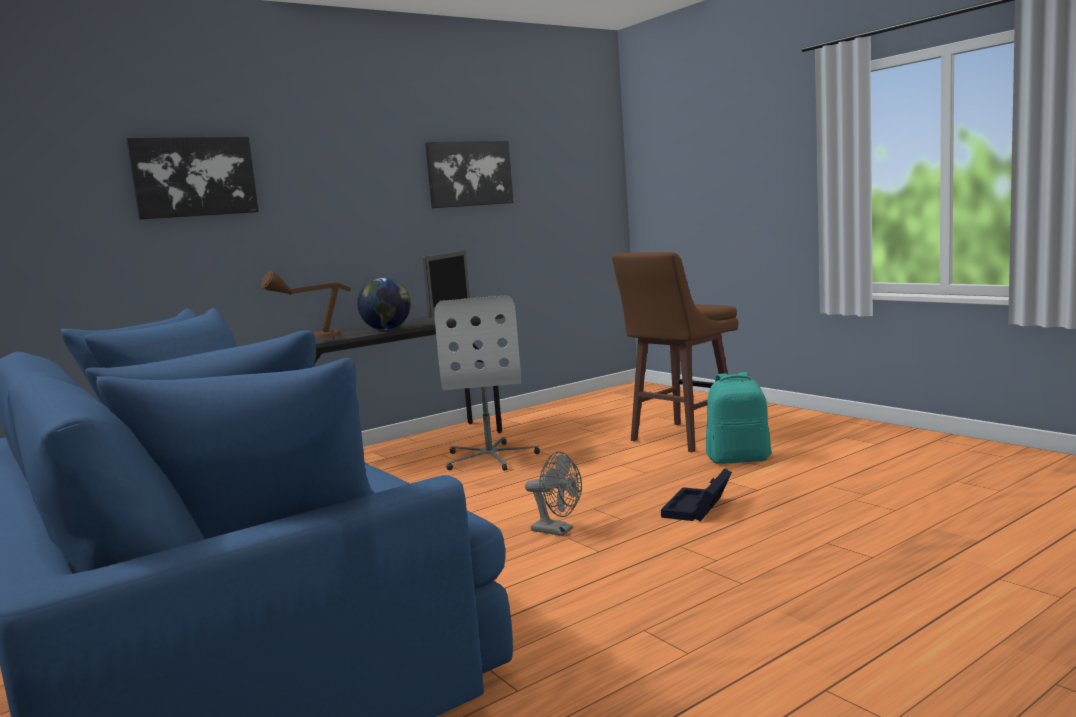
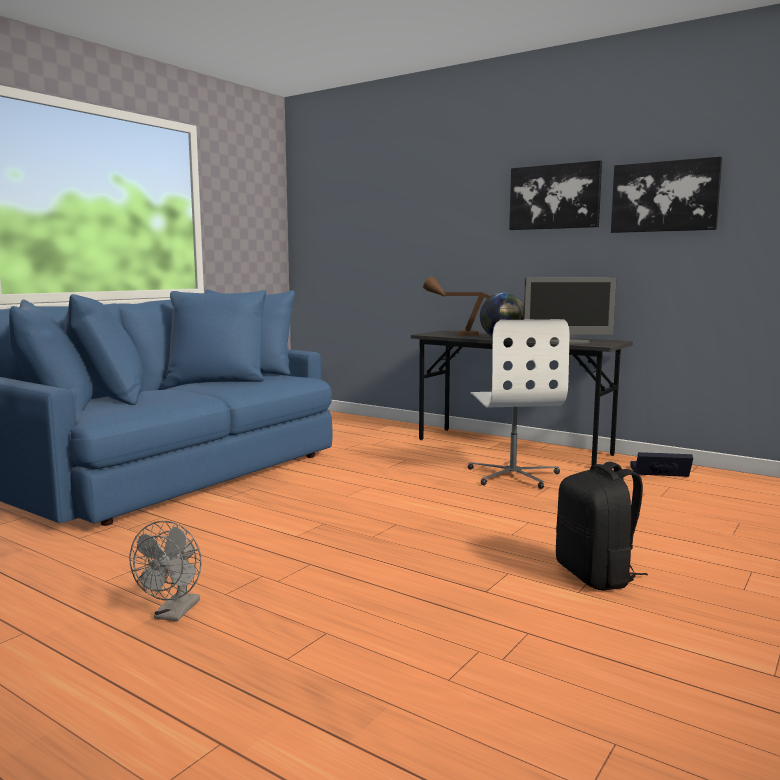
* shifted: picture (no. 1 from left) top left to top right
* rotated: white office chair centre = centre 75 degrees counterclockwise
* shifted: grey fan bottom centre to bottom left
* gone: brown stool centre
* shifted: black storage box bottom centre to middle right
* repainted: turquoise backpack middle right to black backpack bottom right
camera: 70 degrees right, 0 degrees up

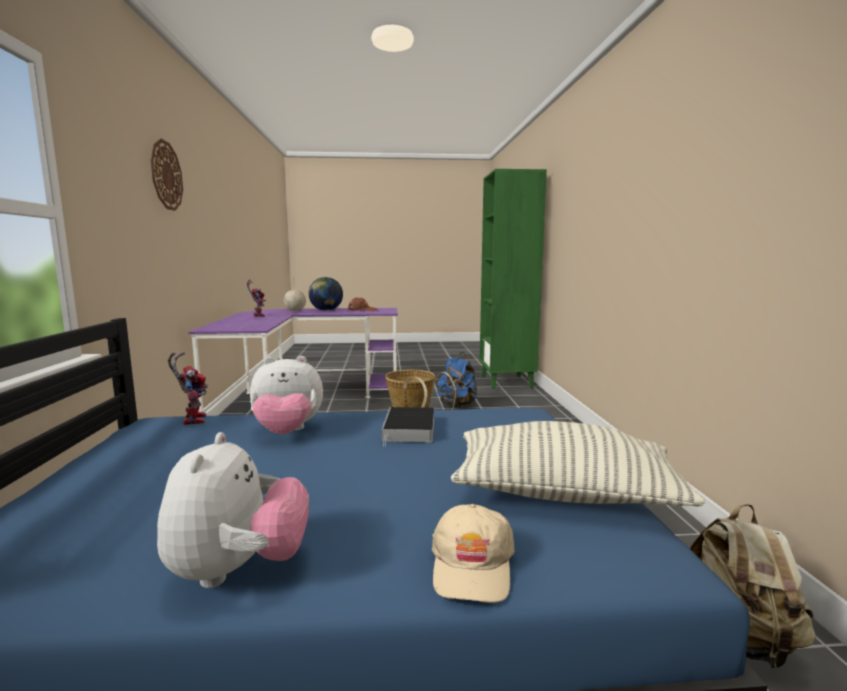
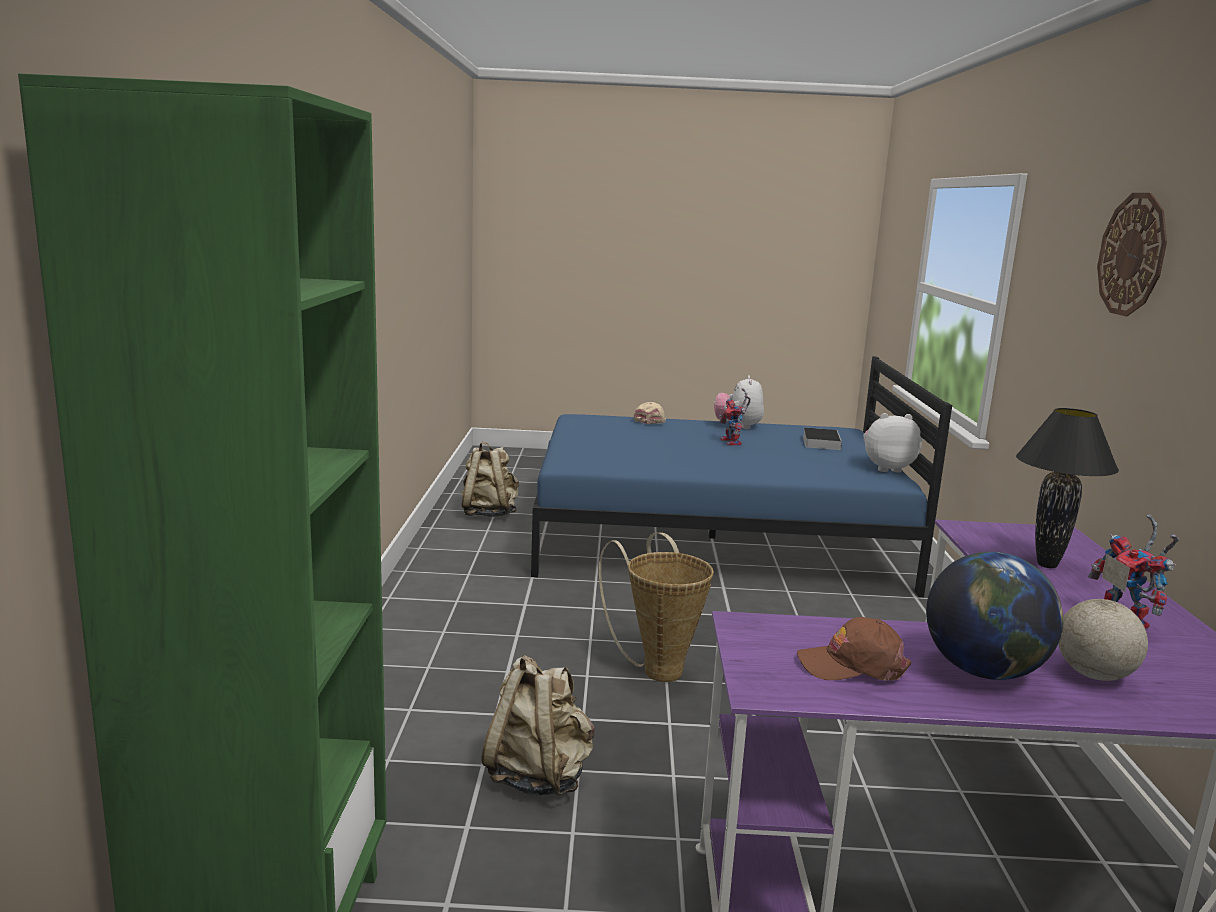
* shifted: toy robot (no. 1 from left) middle left to centre
* shifted: plush toy (no. 2 from left) centre to middle right
* shifted: book centre to middle right
* repainted: blue backpack centre to beige backpack (no. 2 from left) bottom centre
* gone: pillow bottom right
* new: black table lamp middle right
camera: 175 degrees left, 5 degrees up

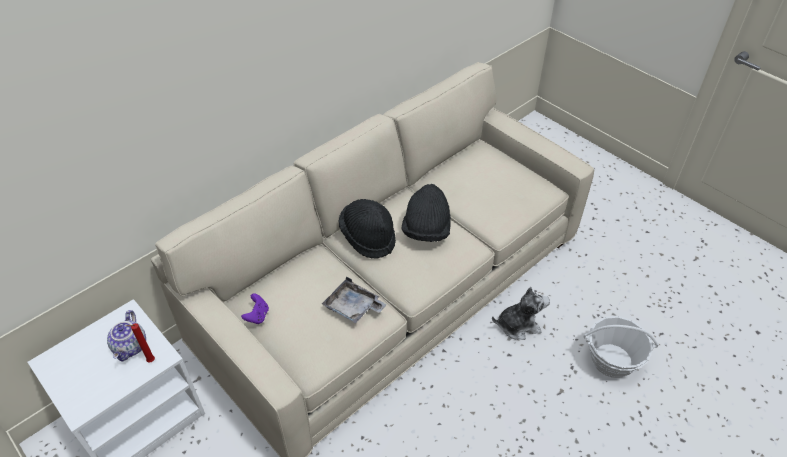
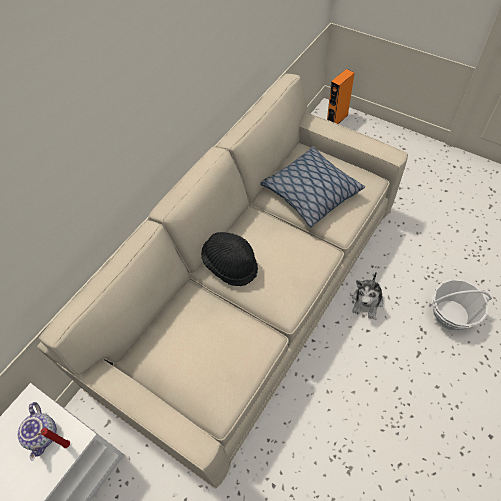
* gone: purple game controller bottom left
* gone: grey tray centre
* gone: black hat (no. 2 from left) centre
* rotated: plush toy bottom centre = middle right 135 degrees clockwise
* new: pillow centre
* new: orange speaker top right
camera: 10 degrees left, 10 degrees up

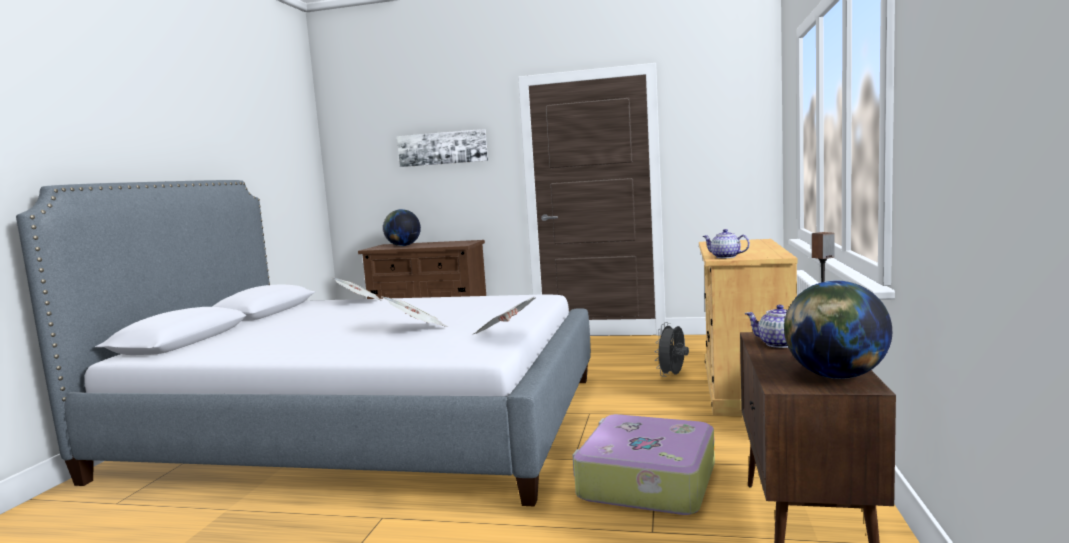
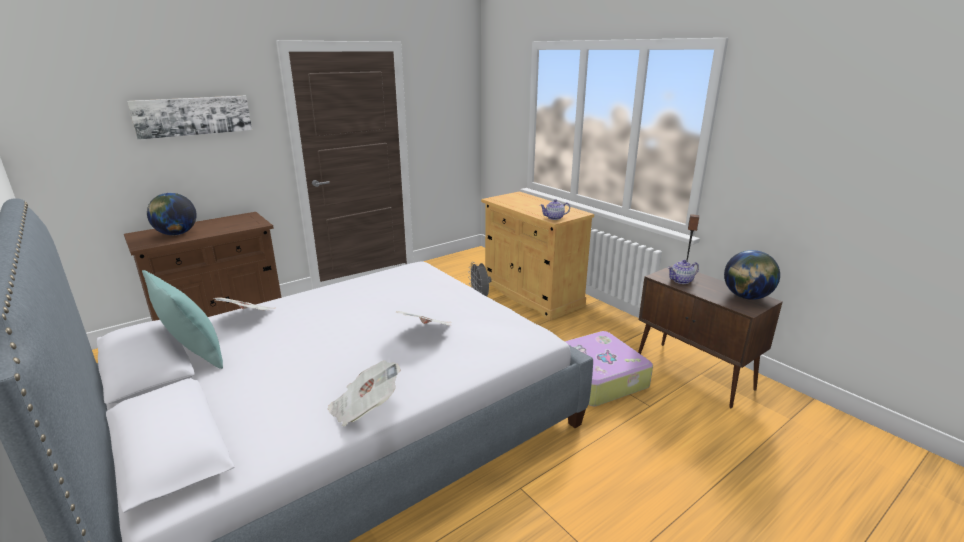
* shifted: newspaper (no. 3 from left in the first image) centre to newspaper (no. 2 from left) bottom centre
* new: turquoise pillow middle left
camera: 50 degrees left, 15 degrees up

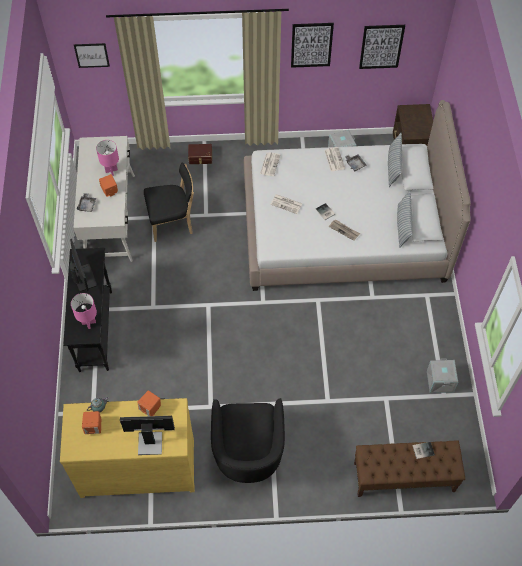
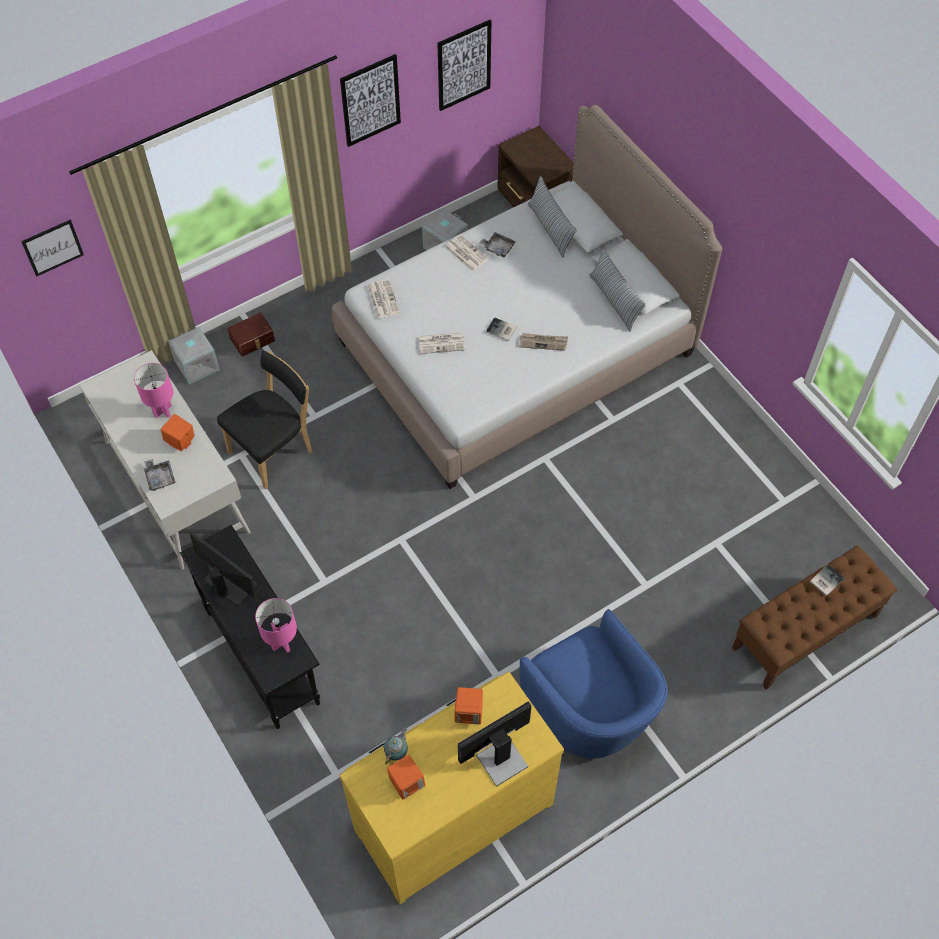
* repainted: black armchair bottom centre to blue armchair bottom centre
* shifted: grey storage box (no. 2 from left in the first image) middle right to grey storage box (no. 1 from left) middle left
camera: 30 degrees left, 0 degrees up

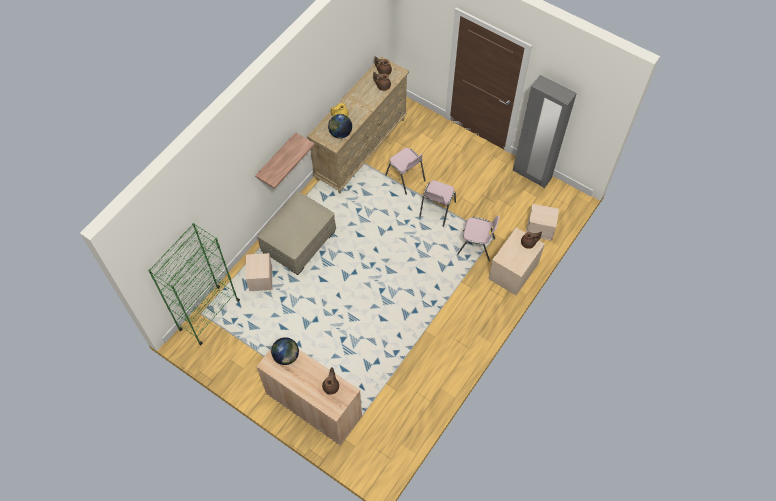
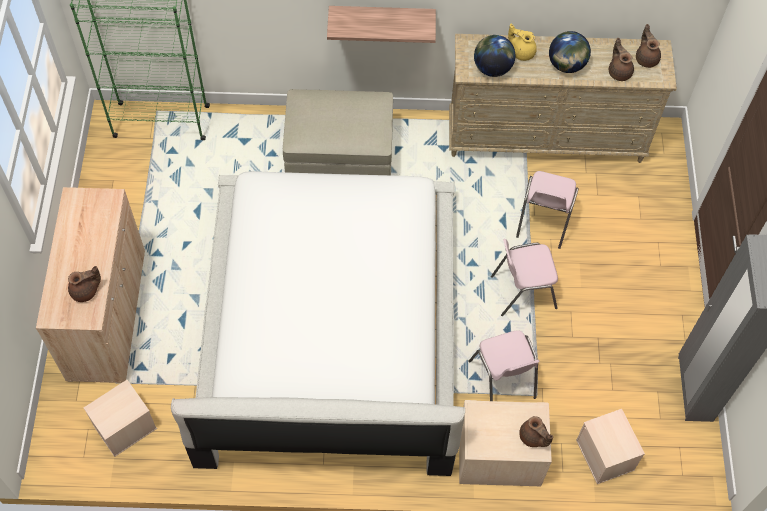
* shifted: beige storage box (no. 1 from left) centre to bottom left
* shifted: globe (no. 1 from left in the first image) bottom centre to globe (no. 2 from left) top right
* new: white bed centre
camera: 55 degrees right, 0 degrees up

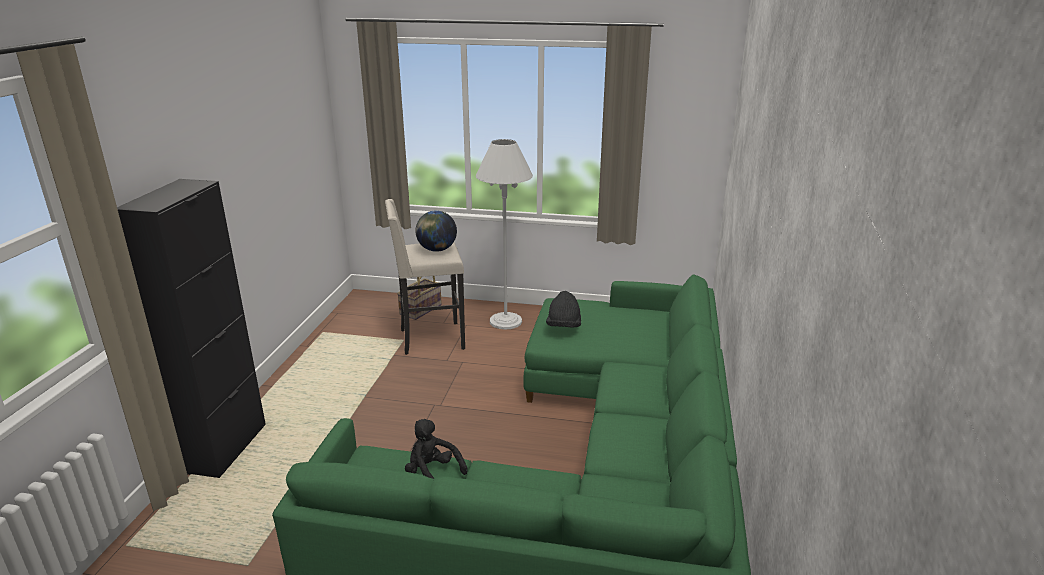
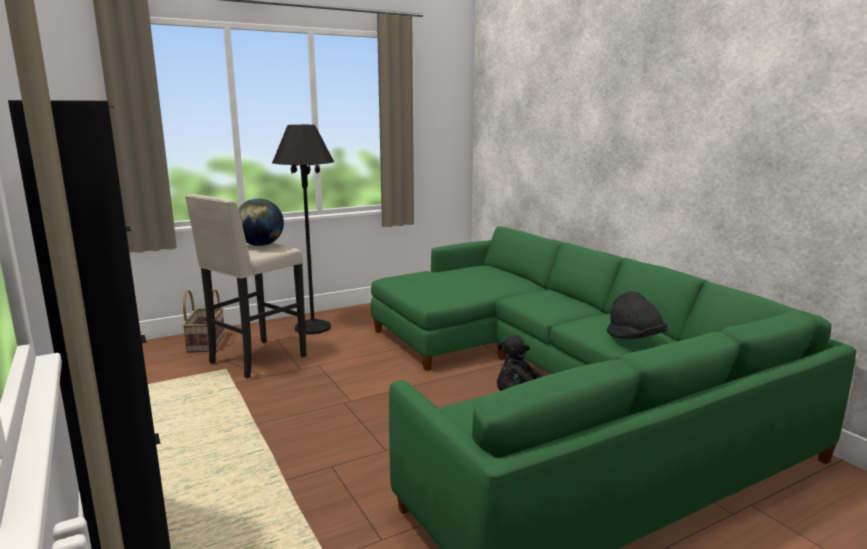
* repainted: white floor lamp centre to black floor lamp centre
* shifted: black hat centre to middle right
camera: 40 degrees left, 10 degrees down

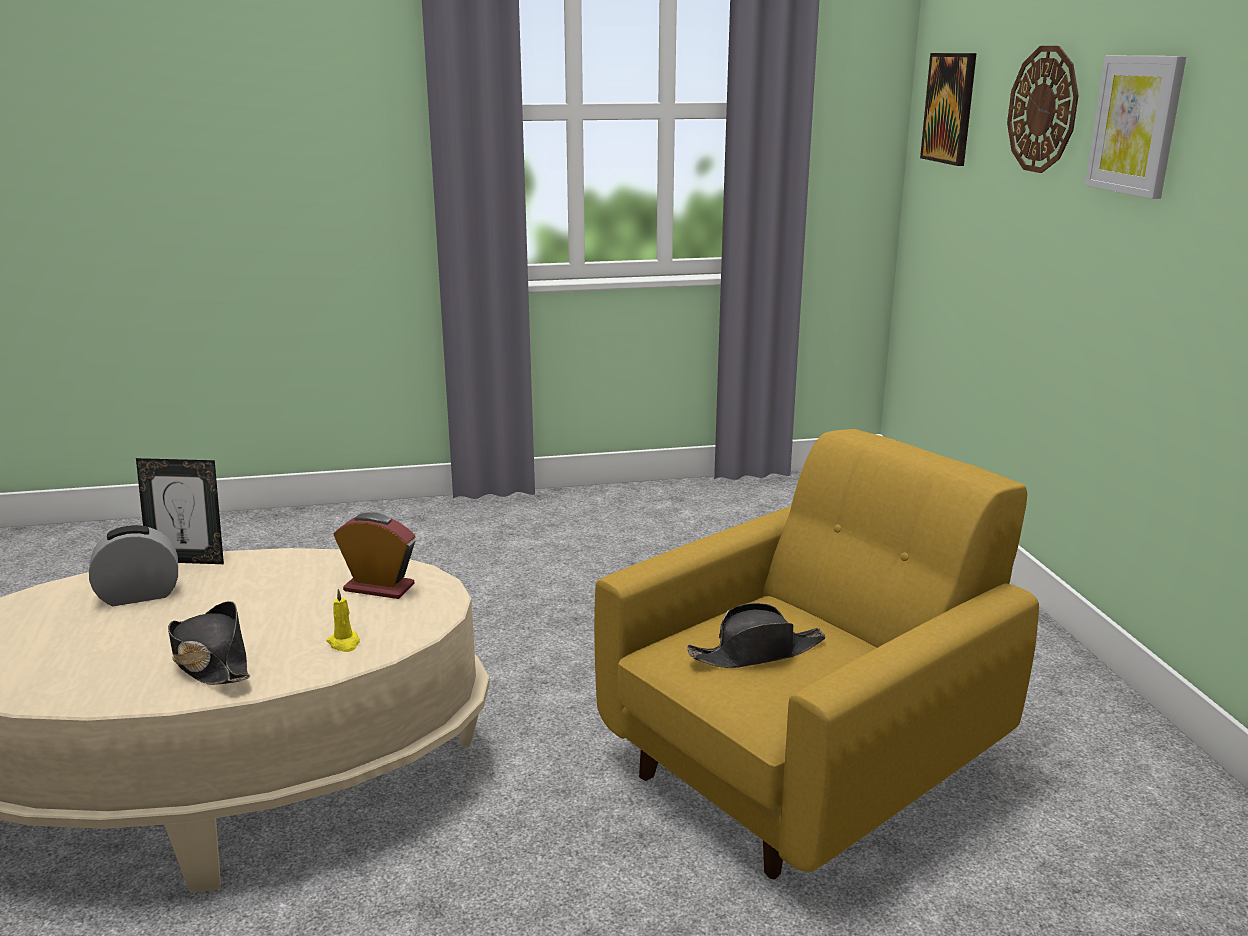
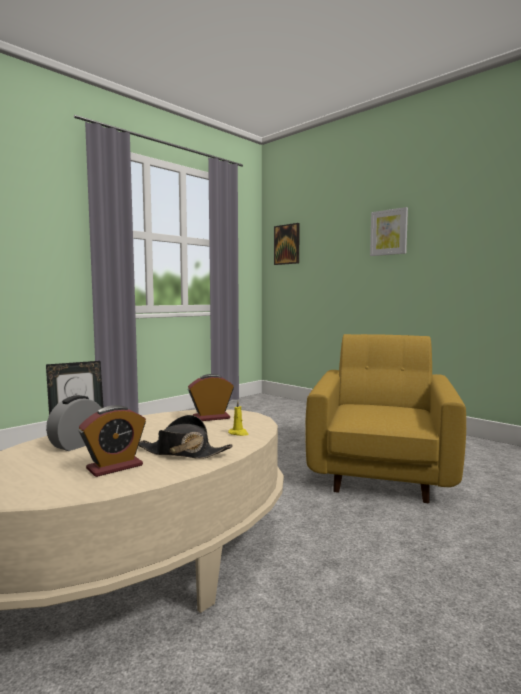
* gone: black hat (no. 2 from left) bottom centre
* gone: wall clock top right
* new: alarm clock (no. 2 from left) middle left
camera: 35 degrees left, 15 degrees down

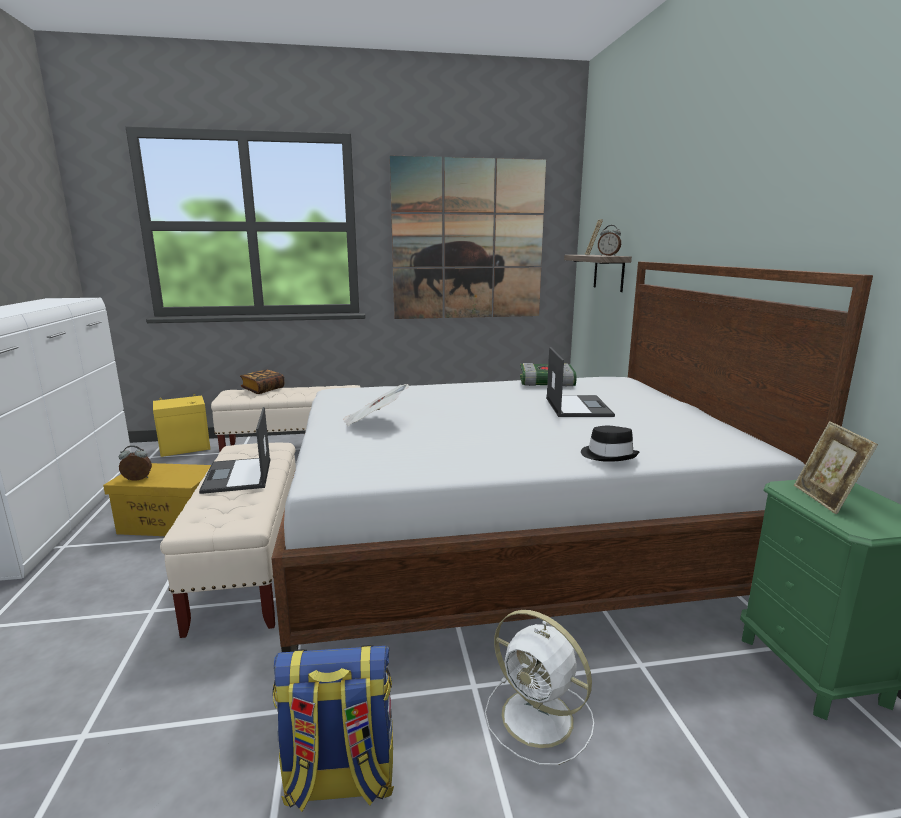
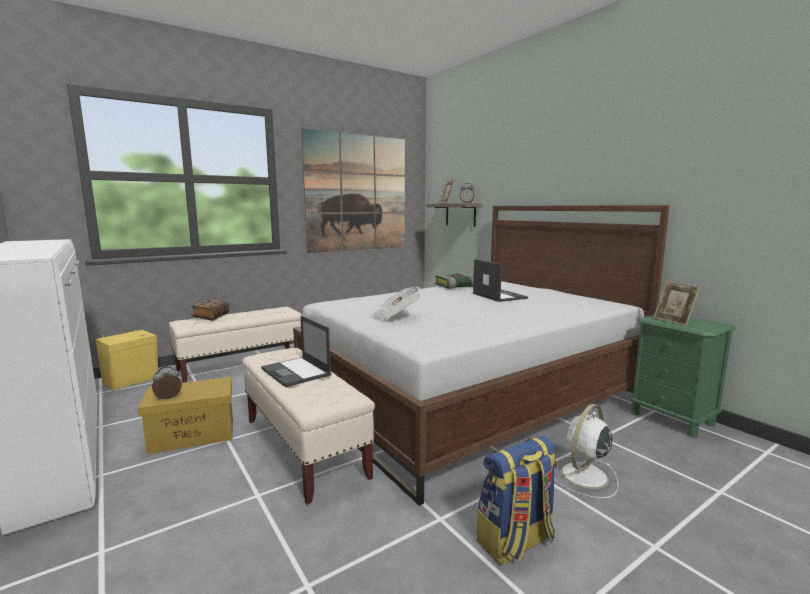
* rotated: white fan bottom centre = bottom right 120 degrees clockwise
* gone: black hat middle right
camera: 25 degrees left, 5 degrees down

